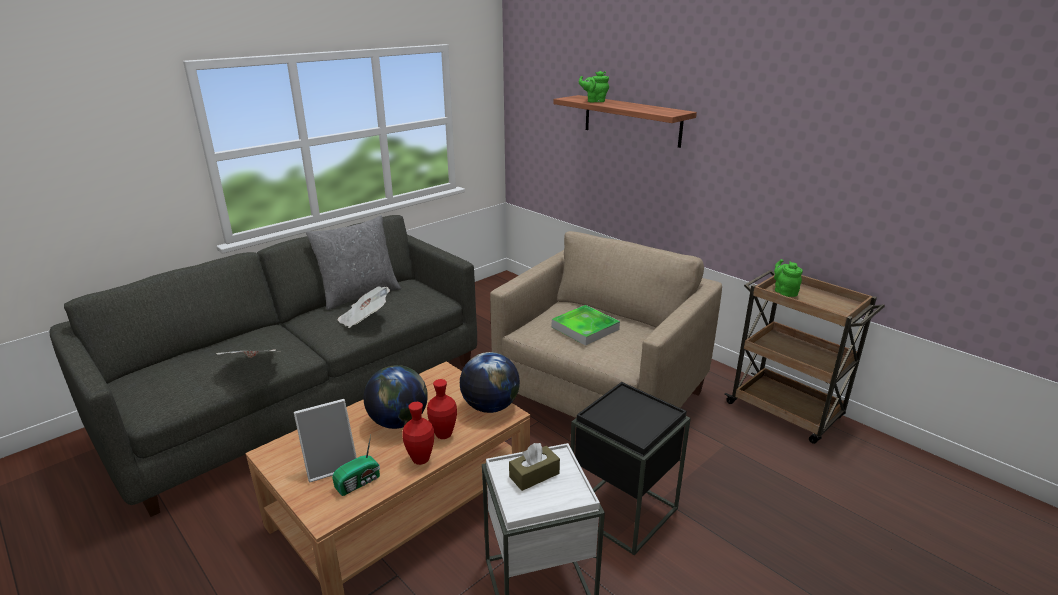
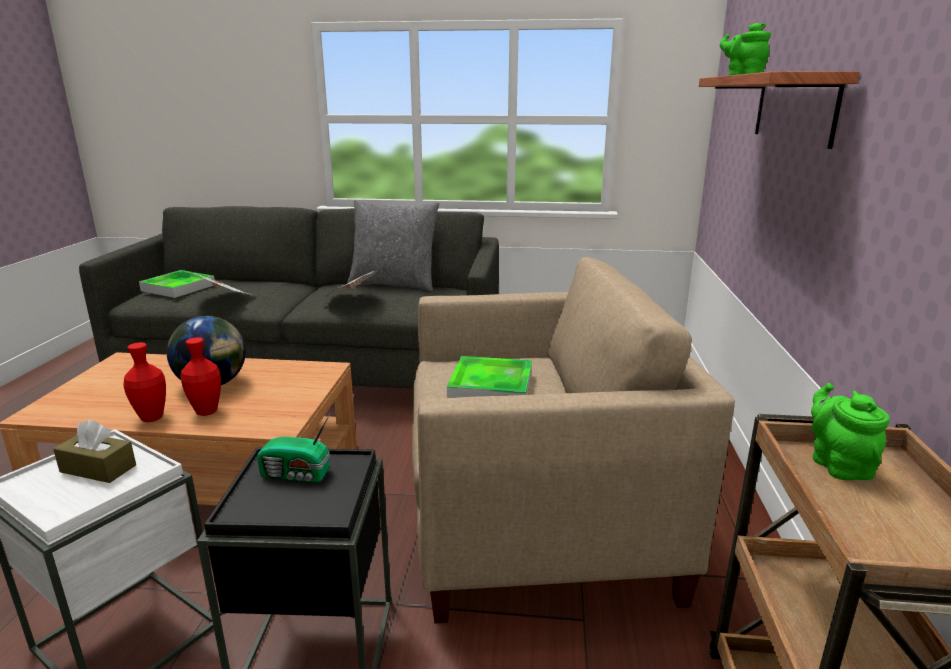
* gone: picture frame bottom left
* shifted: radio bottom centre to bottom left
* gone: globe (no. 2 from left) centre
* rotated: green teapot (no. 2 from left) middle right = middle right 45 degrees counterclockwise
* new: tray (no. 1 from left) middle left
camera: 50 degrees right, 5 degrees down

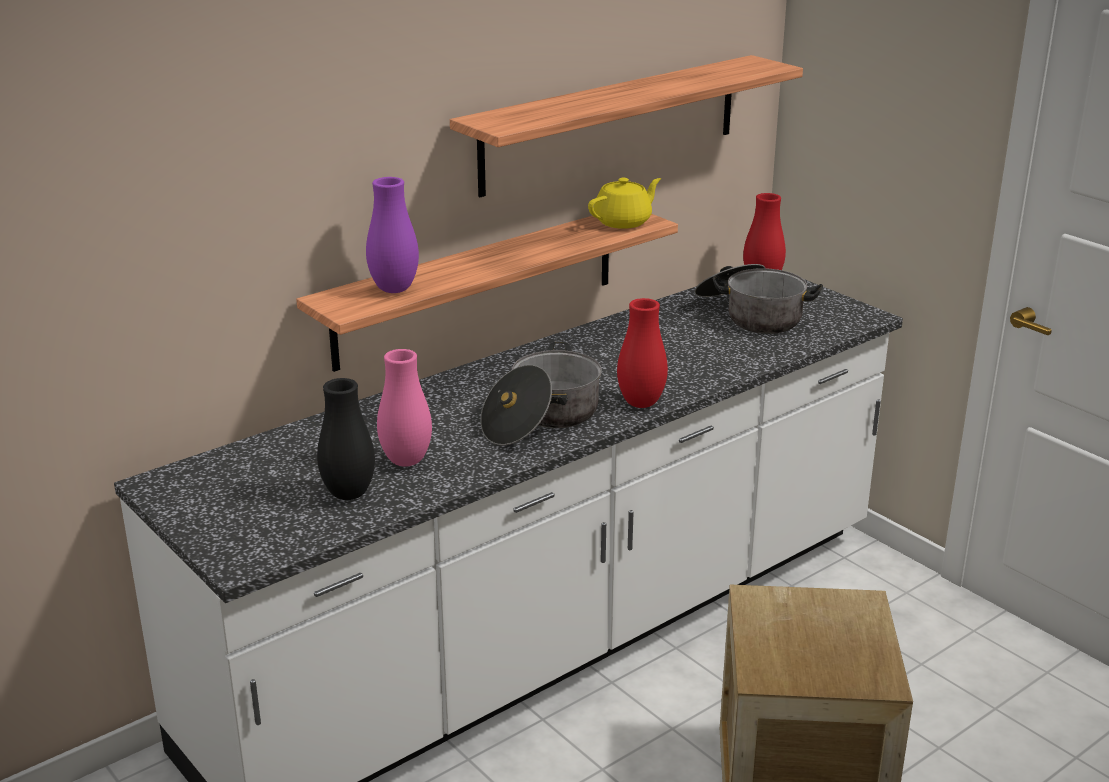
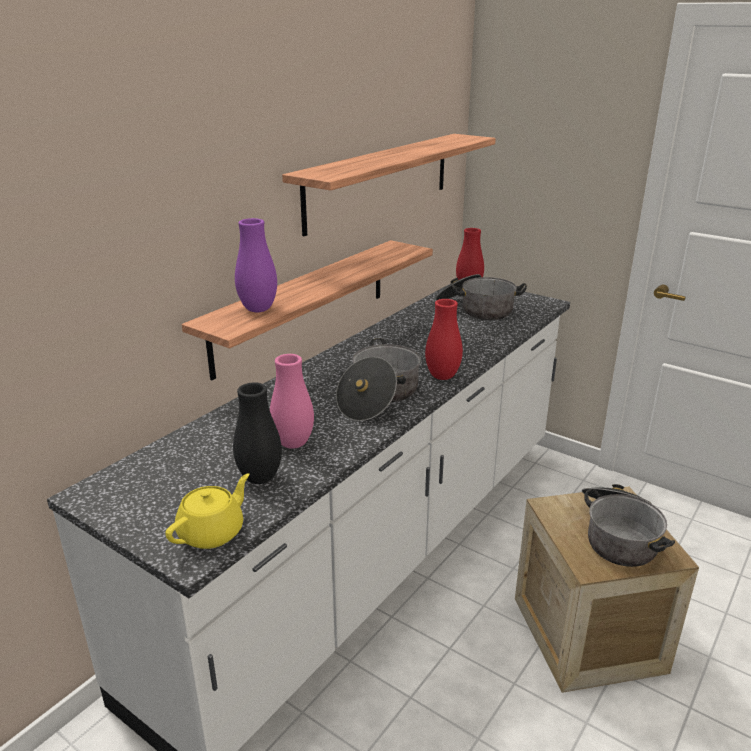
* shifted: yellow teapot top centre to bottom left
* new: cooking pot (no. 3 from left) bottom right
camera: 15 degrees left, 0 degrees up

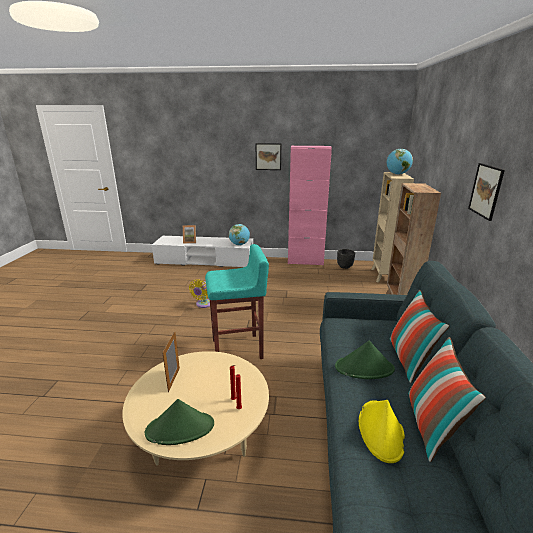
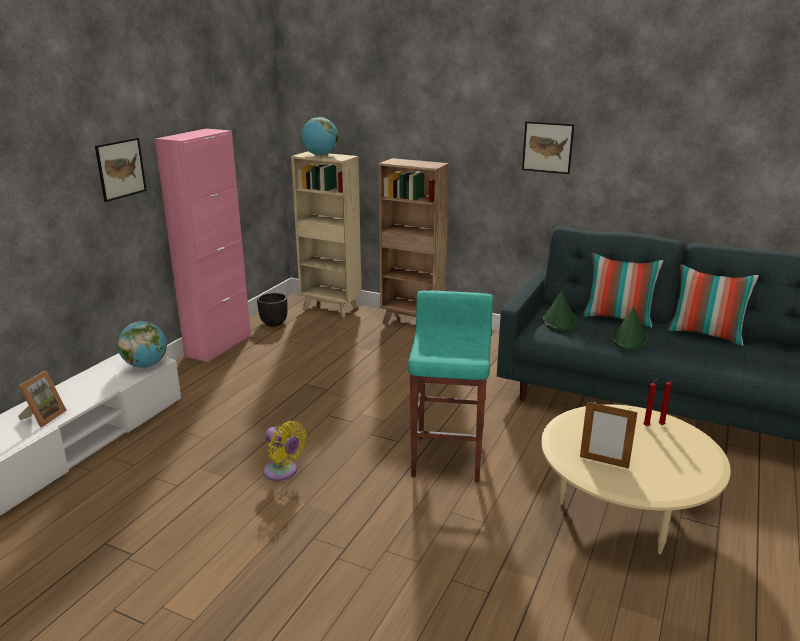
* shifted: green hat (no. 1 from left) bottom centre to middle right
* gone: yellow hat bottom right
camera: 70 degrees left, 0 degrees up

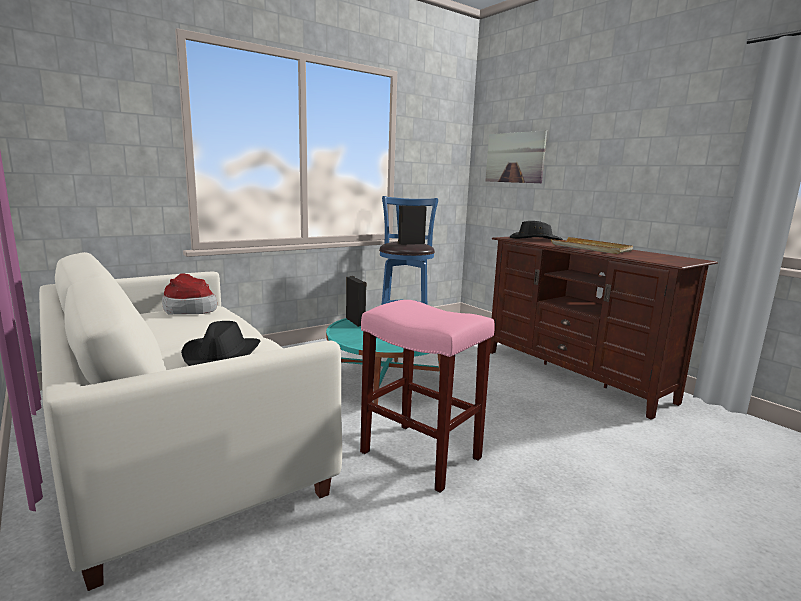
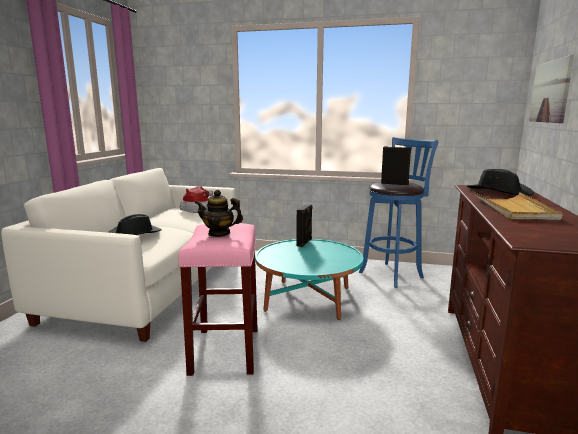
* new: teapot centre
camera: 50 degrees right, 0 degrees up

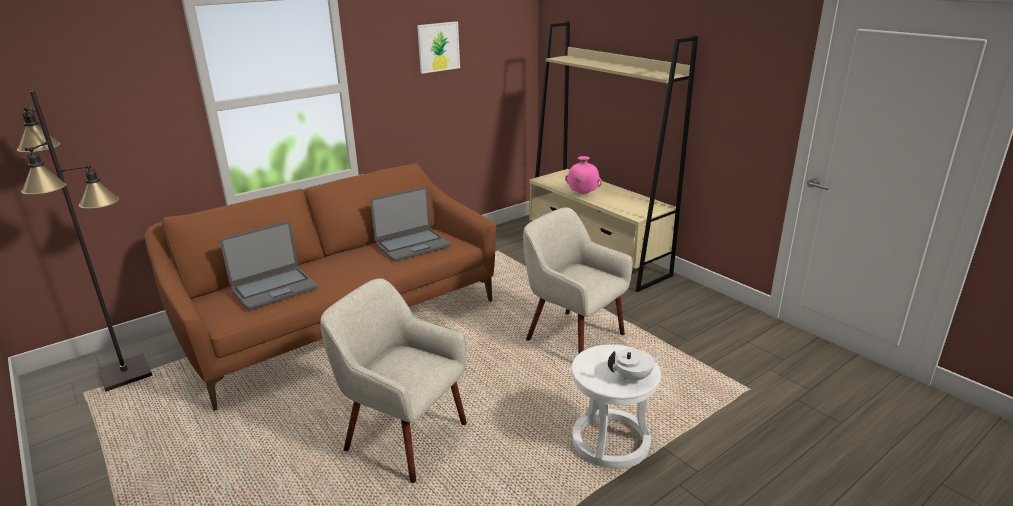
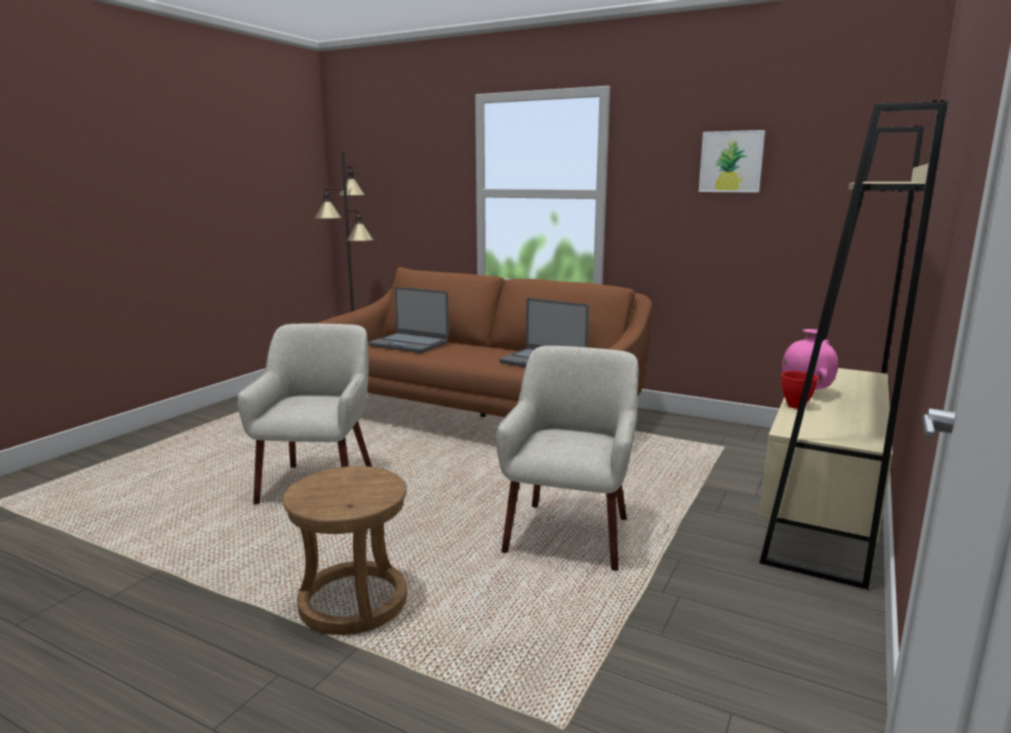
* repainted: white stool bottom centre to brown stool bottom centre
* gone: white teapot bottom centre
* new: red bowl middle right
camera: 65 degrees right, 10 degrees down

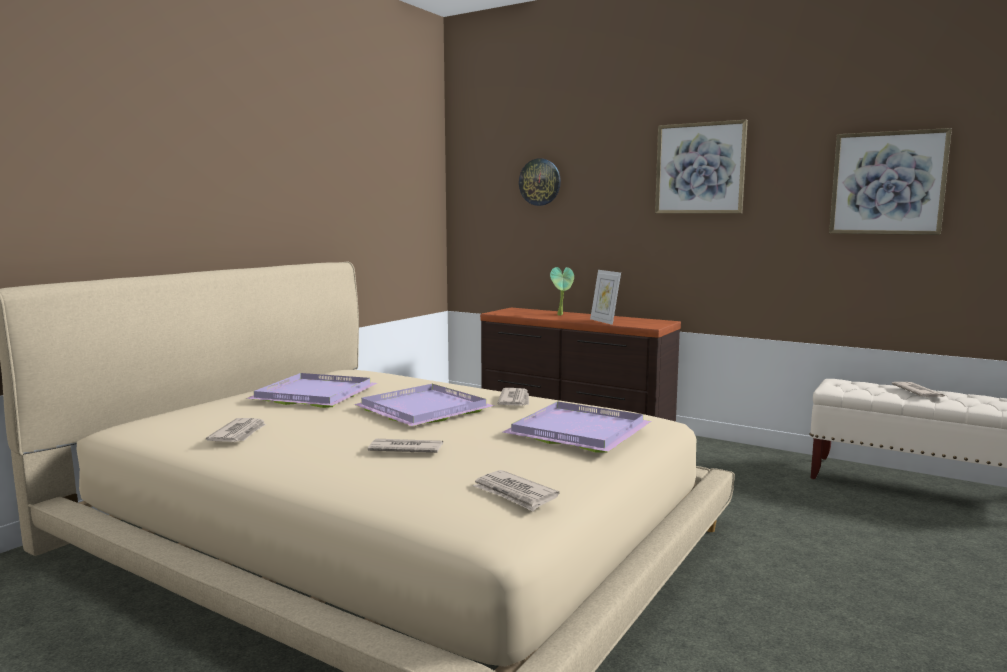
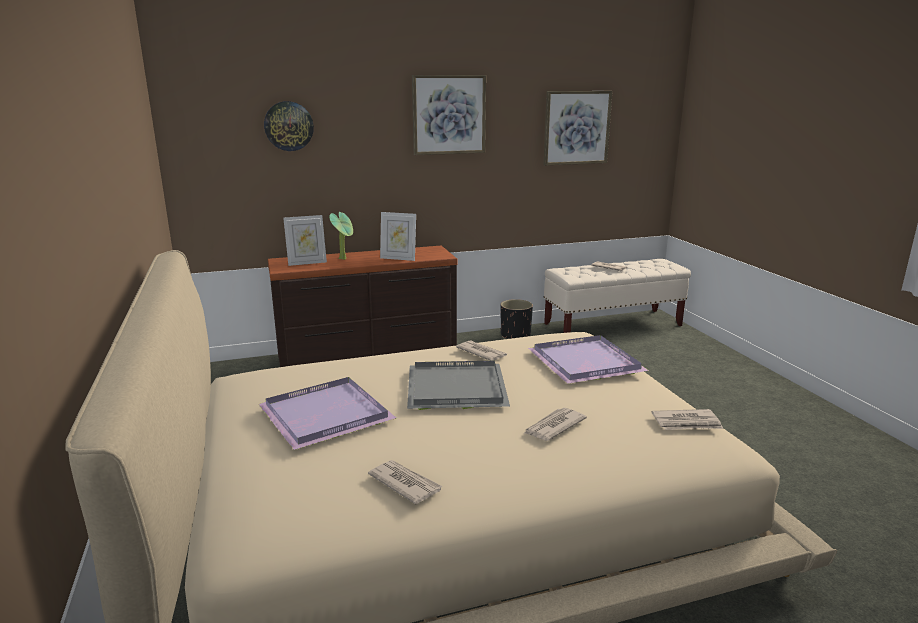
* repainted: purple tray (no. 2 from left) centre to grey tray centre
* new: picture frame (no. 1 from left) middle left
* new: black planter centre
camera: 50 degrees left, 10 degrees up

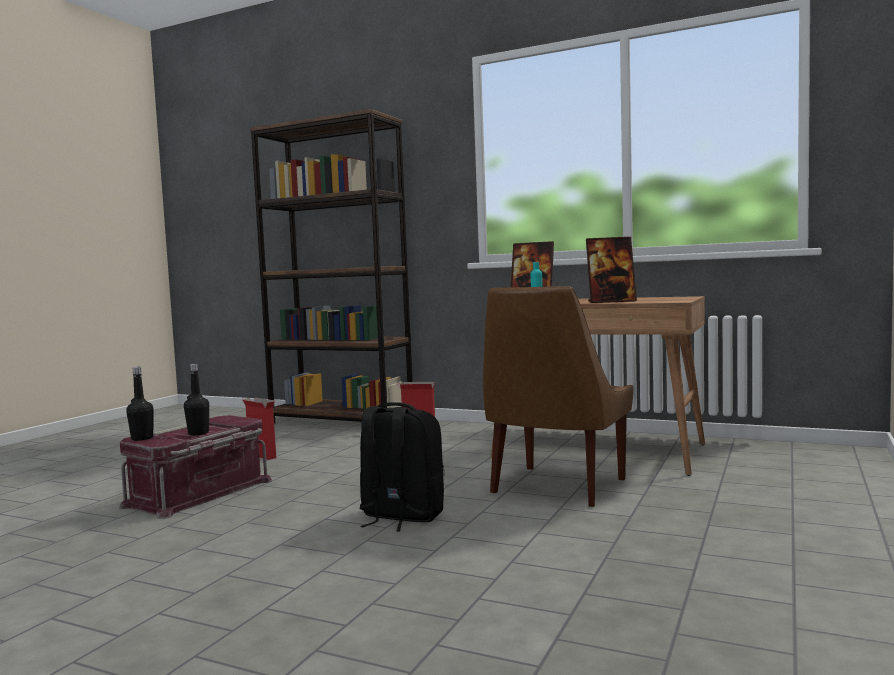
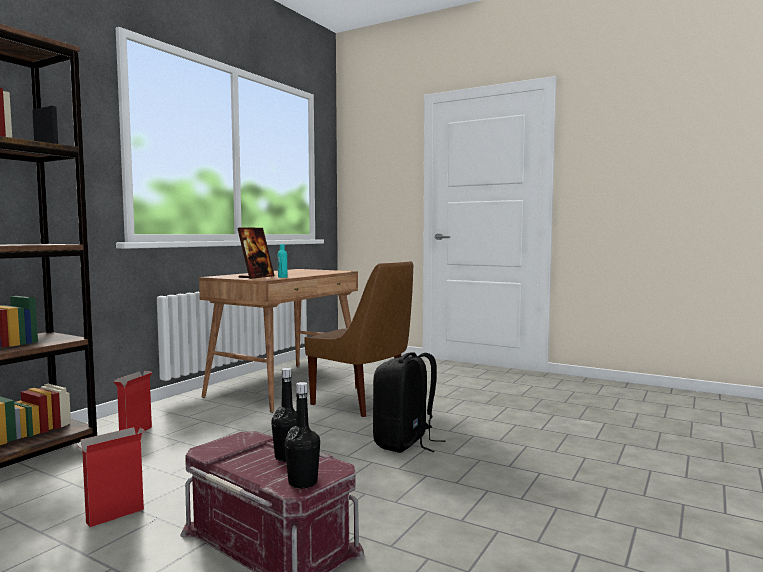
* gone: picture frame (no. 2 from left) middle right
camera: 85 degrees left, 0 degrees up

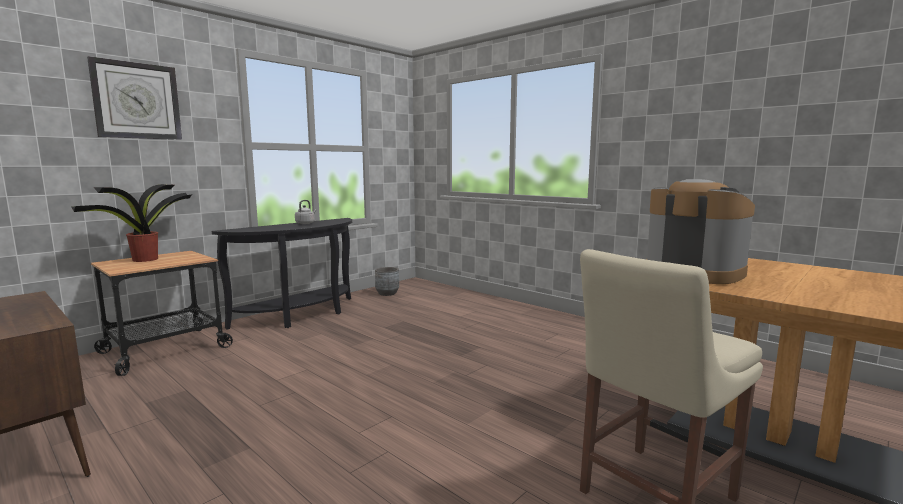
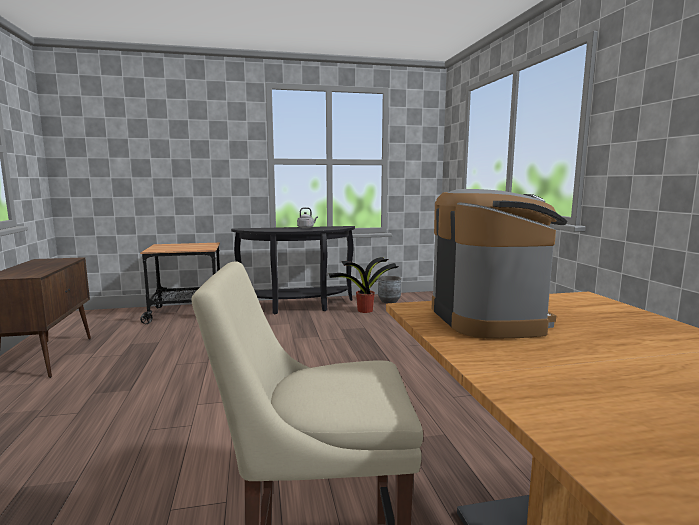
* shifted: potted plant middle left to centre
* gone: wall clock top left
camera: 35 degrees right, 0 degrees up

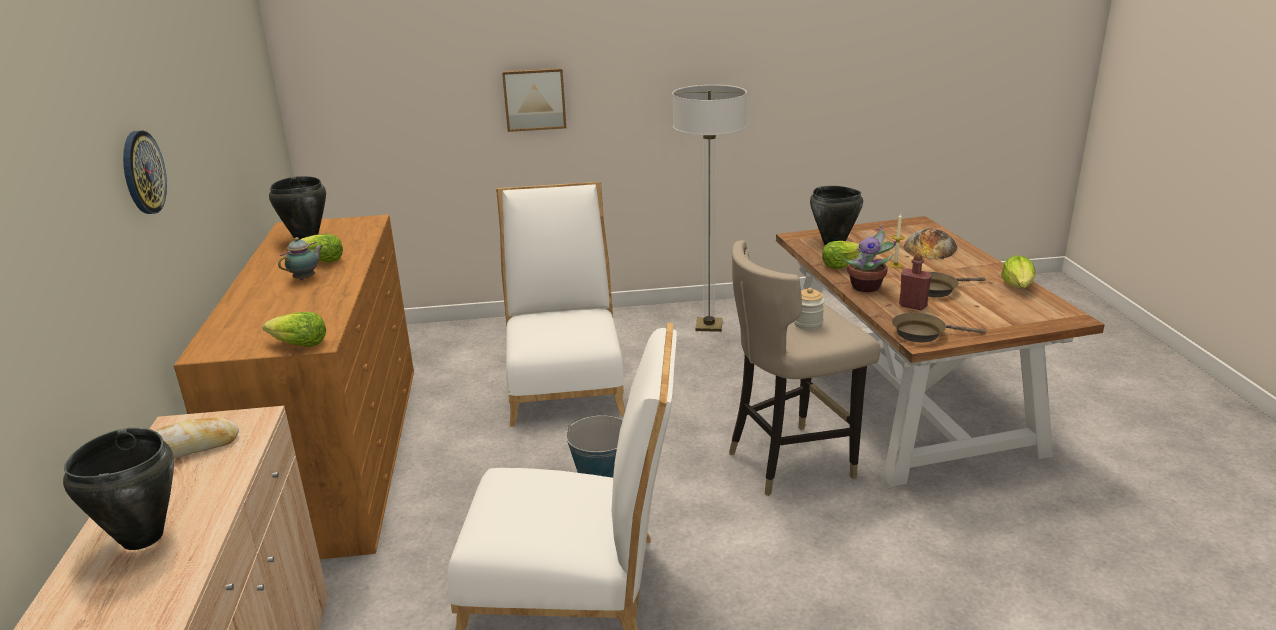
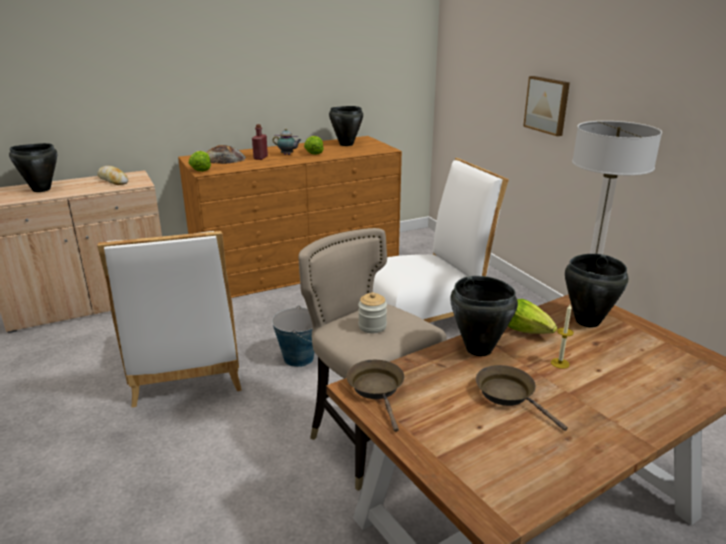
* gone: wall clock top left
* swapped: potted plant middle right to black cooking pot (no. 3 from left) middle right
* shifted: red bottle middle right to top centre
* shifted: bread (no. 2 from left) middle right to top left
* gone: lettuce (no. 4 from left) middle right
camera: 70 degrees right, 0 degrees up

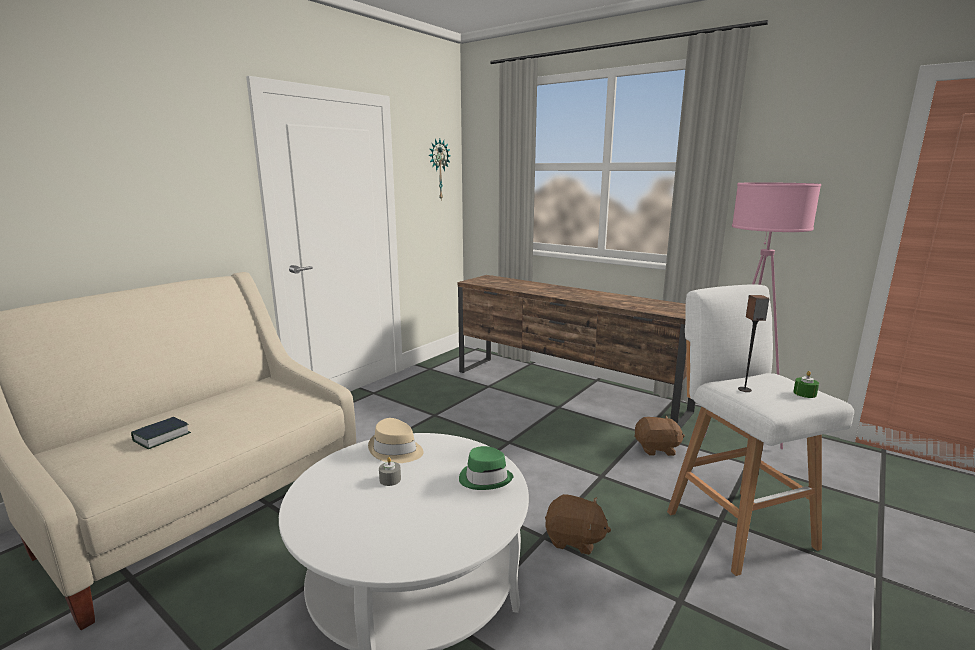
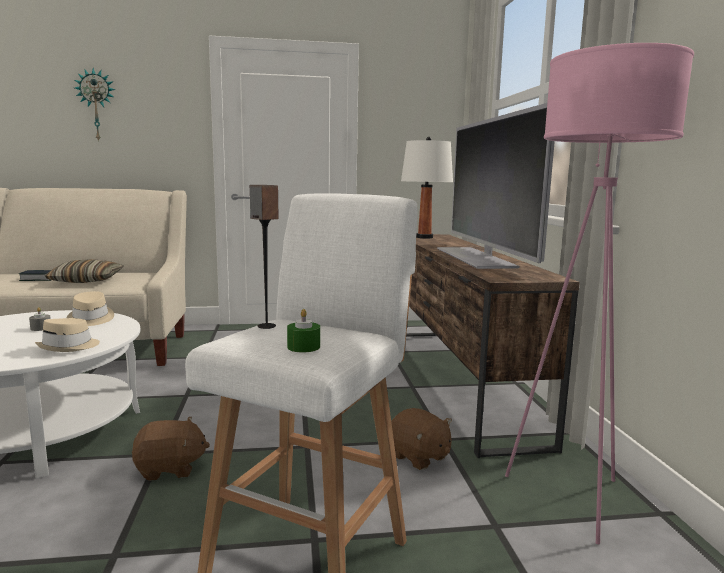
* shifted: wall clock top centre to top left
* repainted: green hat bottom centre to beige hat (no. 1 from left) middle left
* rotated: brown plush toy (no. 1 from left) bottom centre = bottom left 75 degrees counterclockwise
* new: pillow middle left
* new: white table lamp top centre
* new: television top right
camera: 45 degrees right, 5 degrees down

